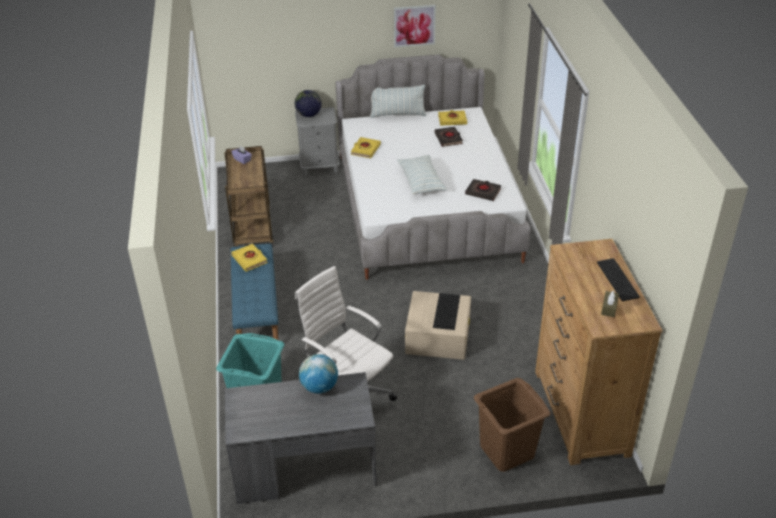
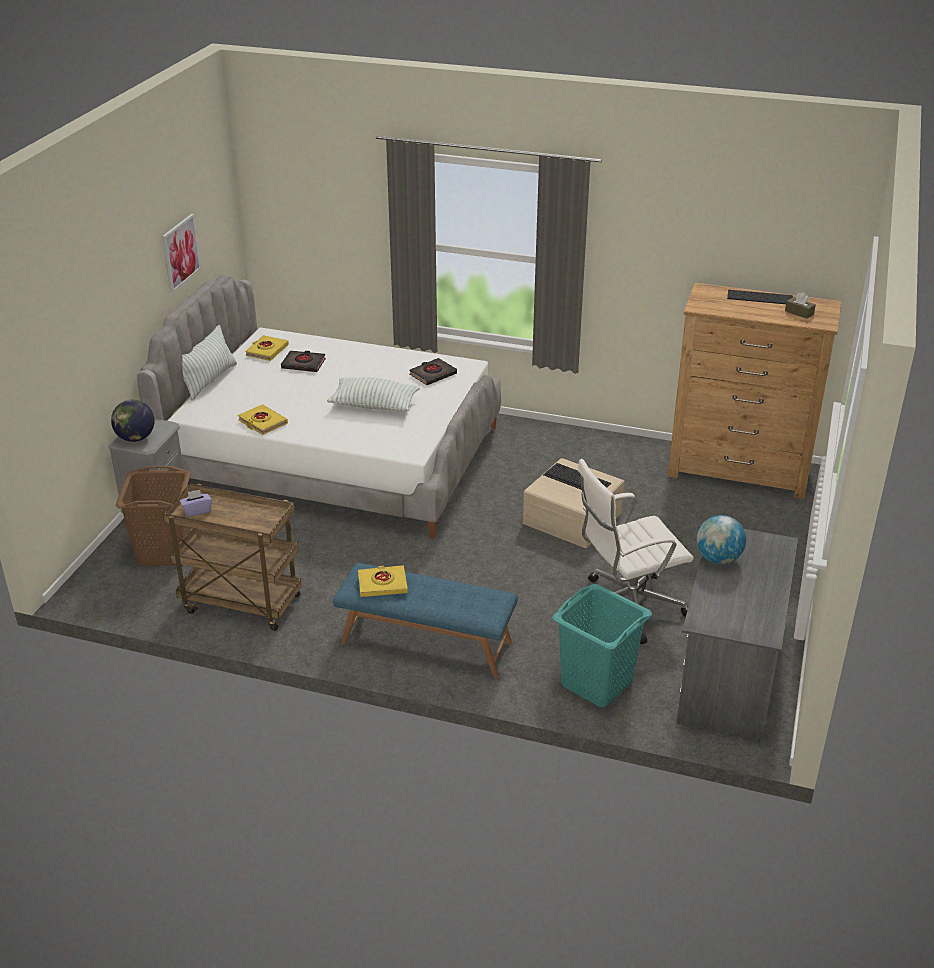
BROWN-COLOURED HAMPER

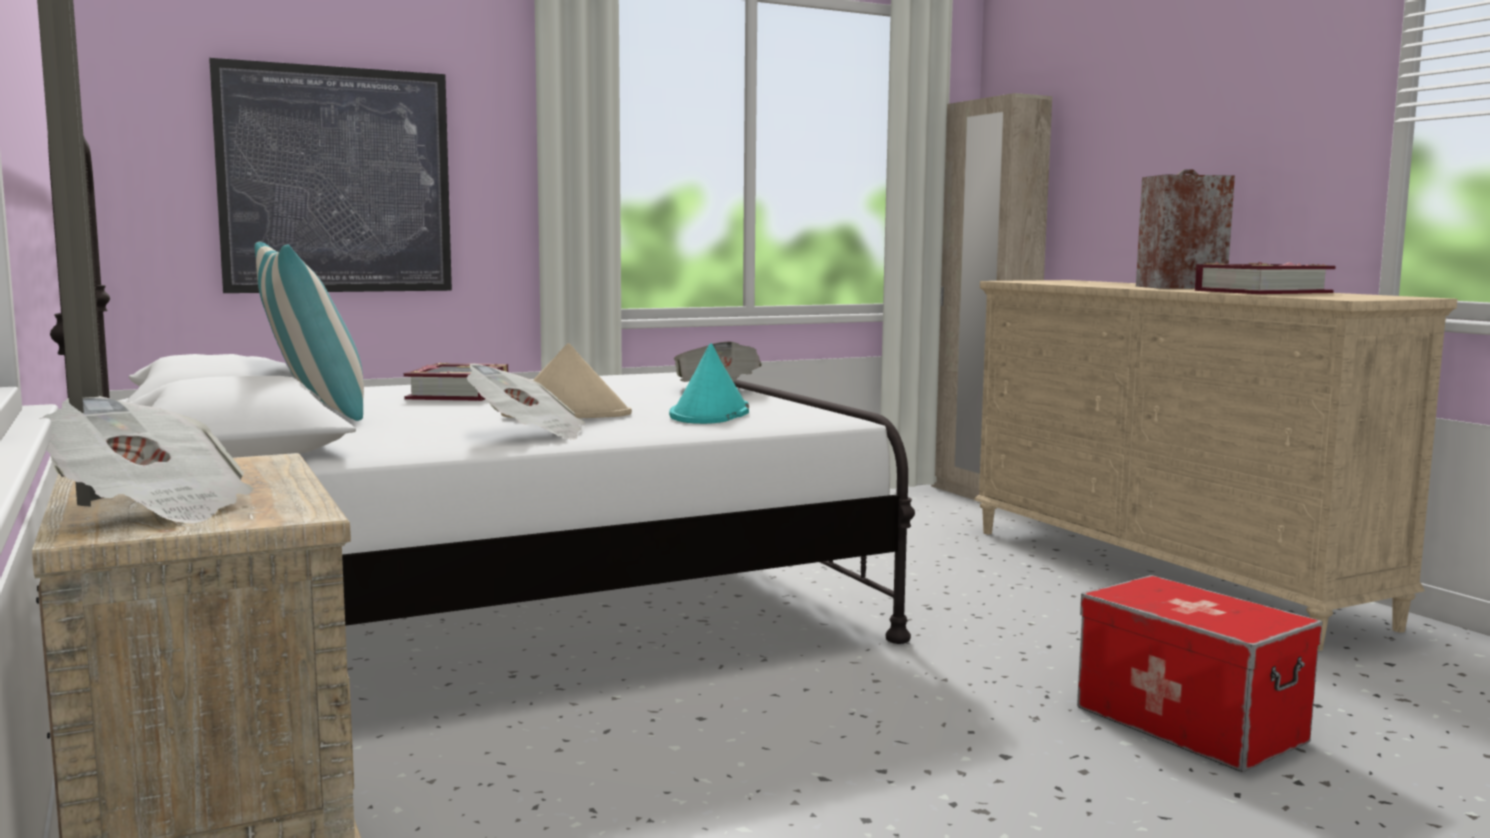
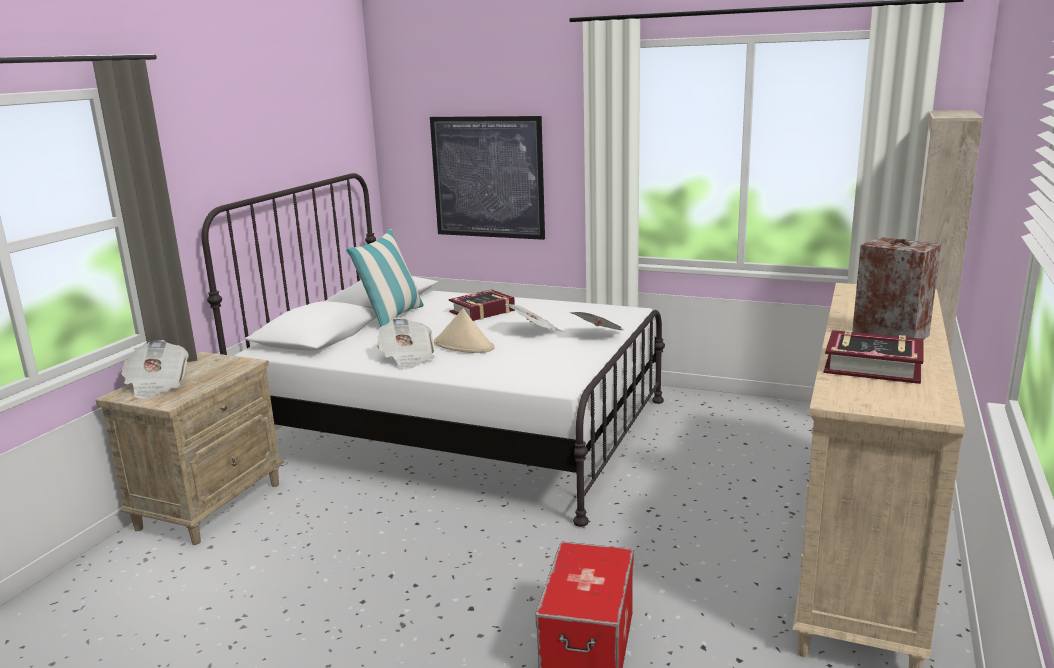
TURQUOISE WEARABLE HAT
DAILY PAPER (no. 3 from left)

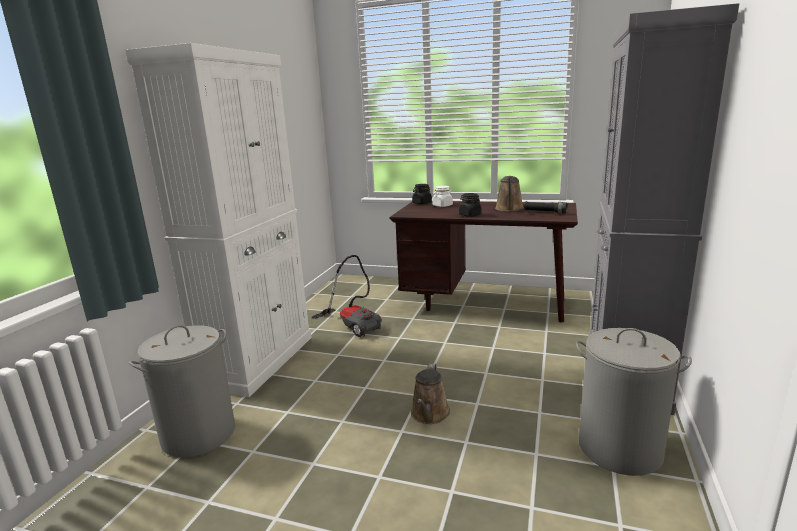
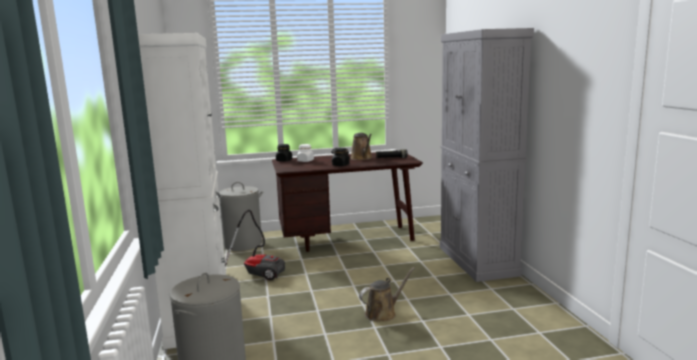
GRAY HAMPER (no. 2 from left)
BROWN-COLOURED WATERING CAN (no. 2 from left)

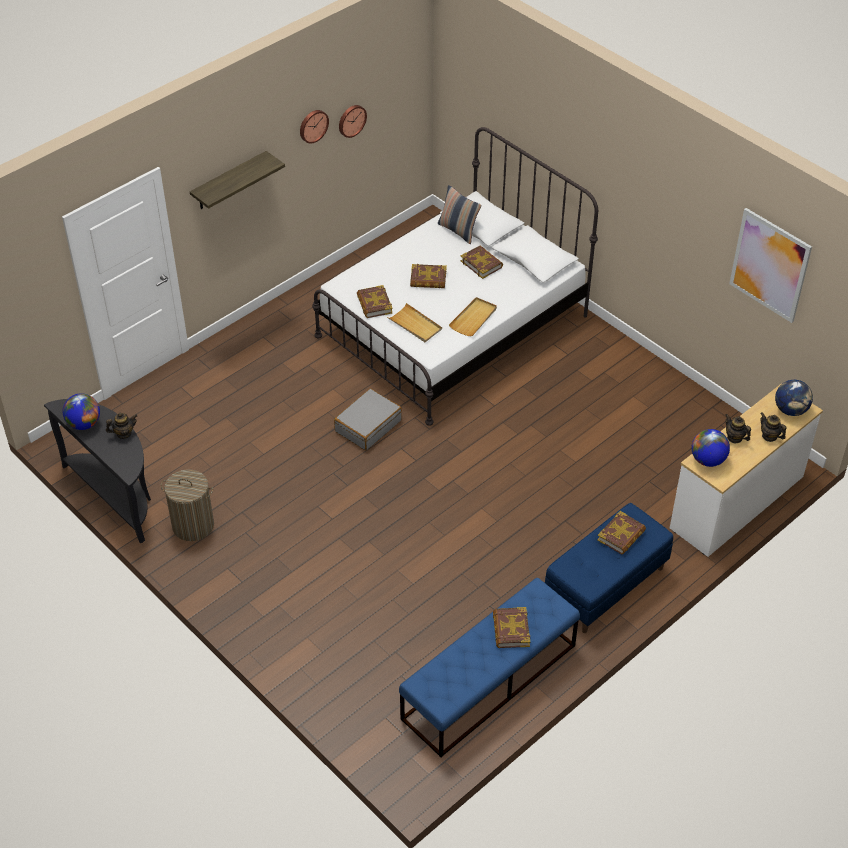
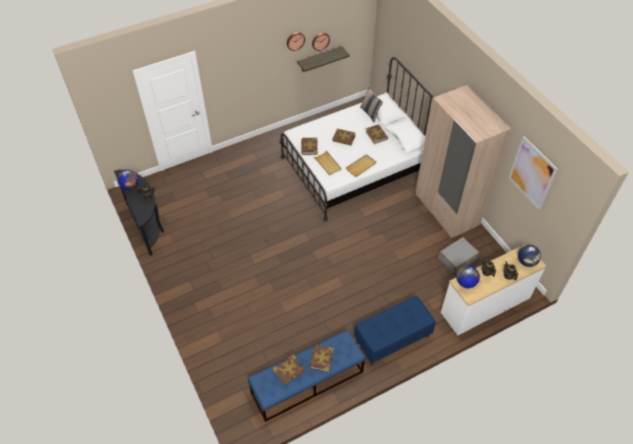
SHELF
GRAY PIECE OF LUGGAGE
HAMPER
BOOK (no. 1 from left)
SAND-COLOURED ARMOIRE

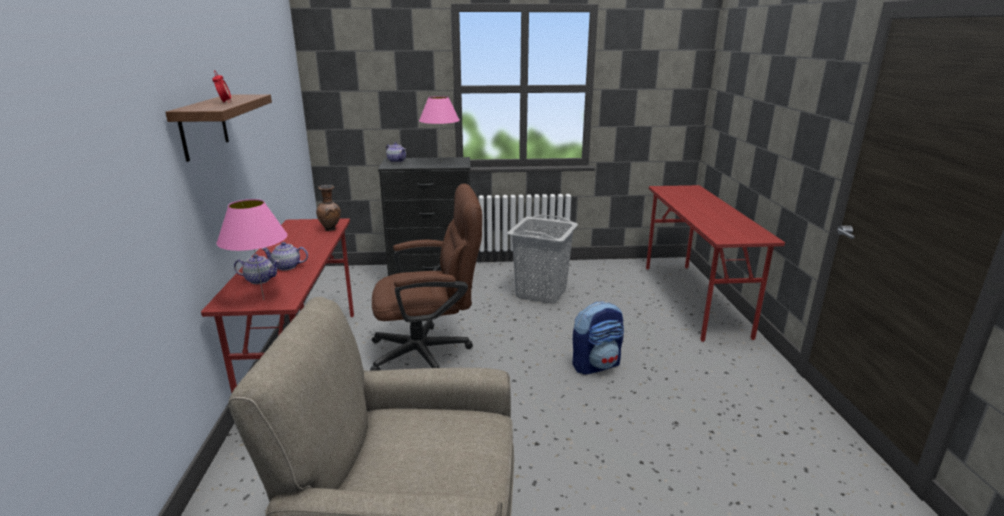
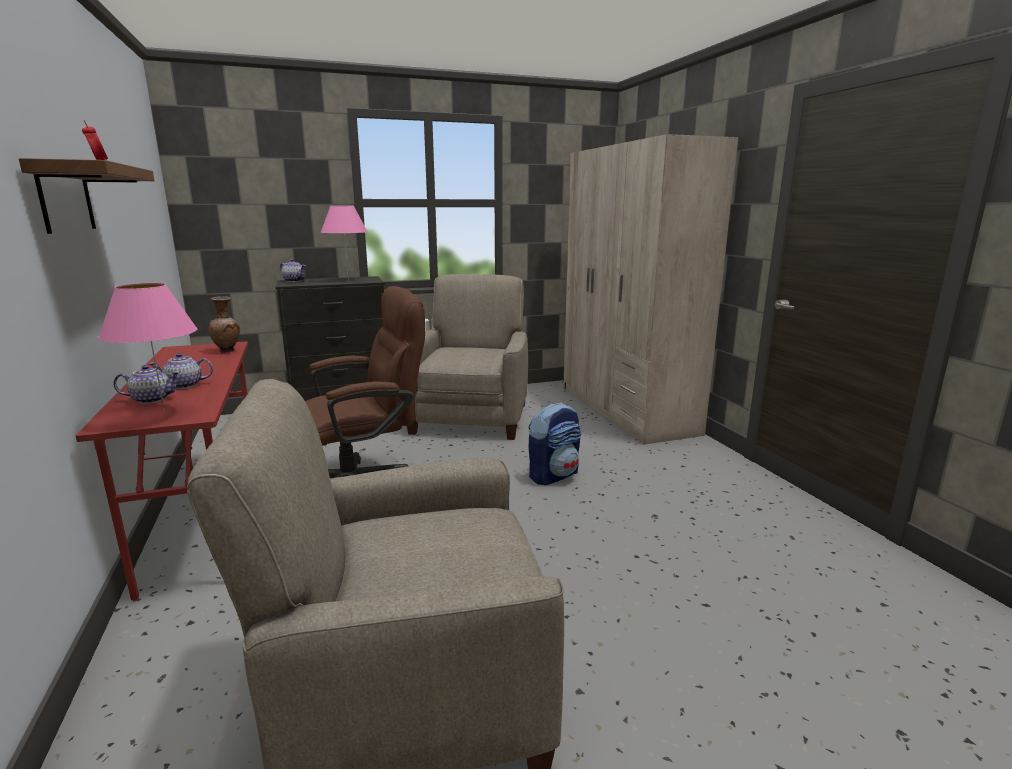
SAND-COLOURED ARMOIRE
SAND-COLOURED ARMCHAIR (no. 2 from left)

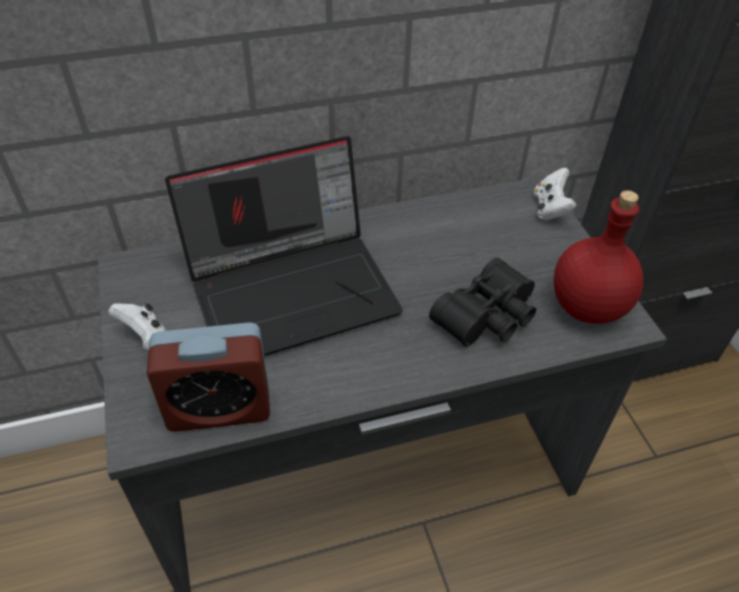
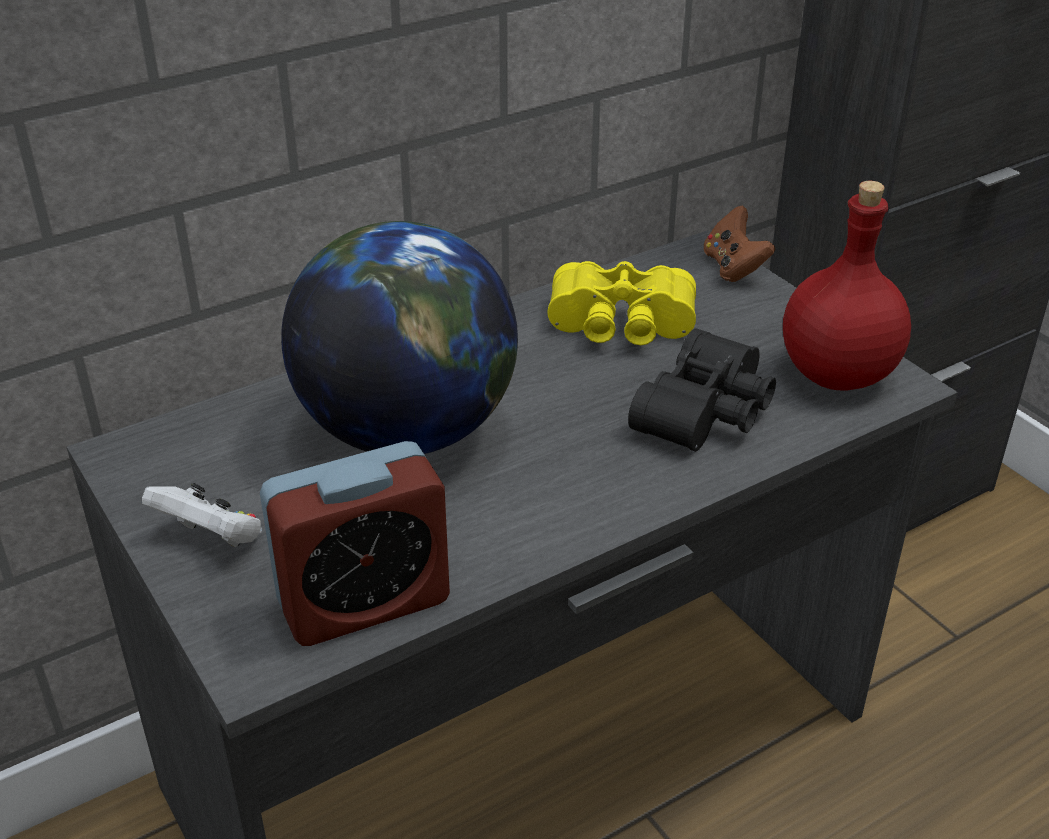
DESK GLOBE
BROWN-COLOURED GAME CONTROLLER
YELLOW-COLOURED BINOCULARS

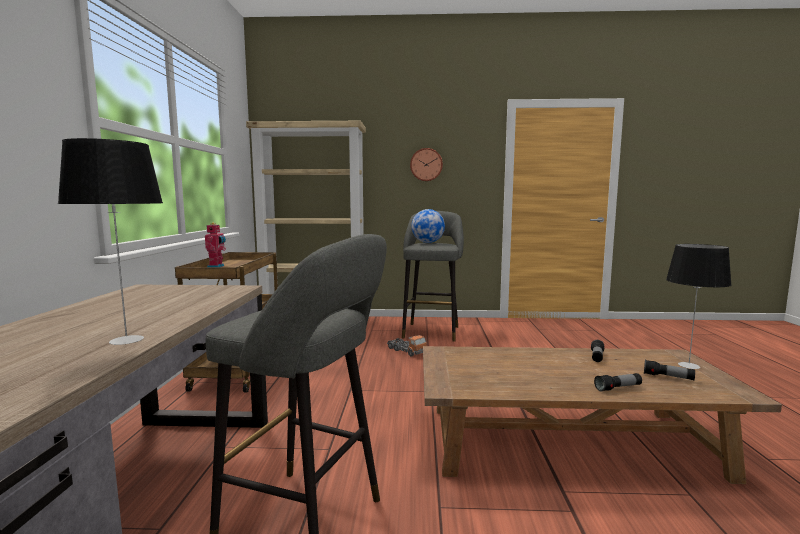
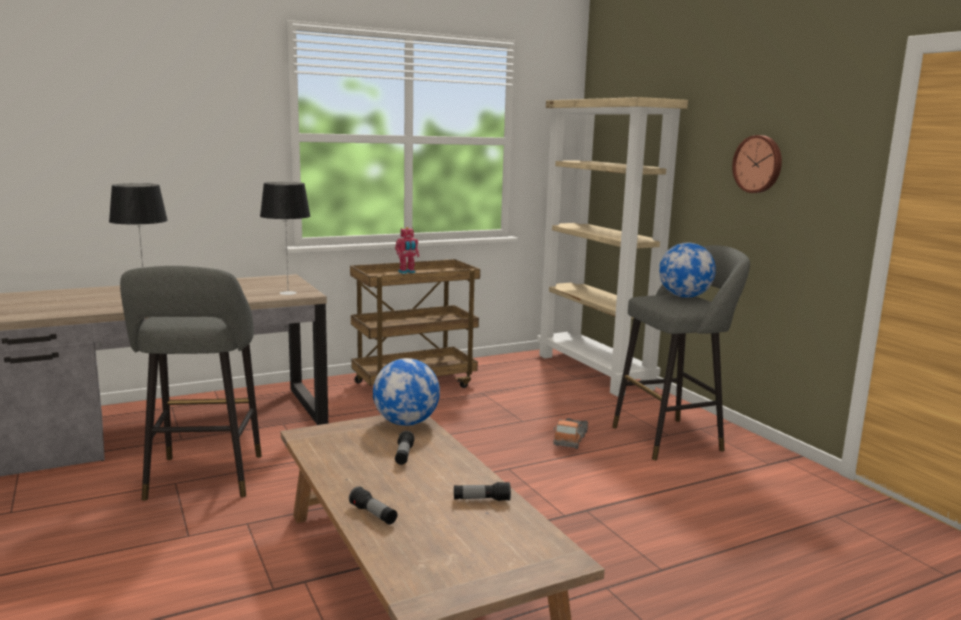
TABLETOP LAMP (no. 2 from left)
TORCH (no. 2 from left)
DESK GLOBE (no. 1 from left)

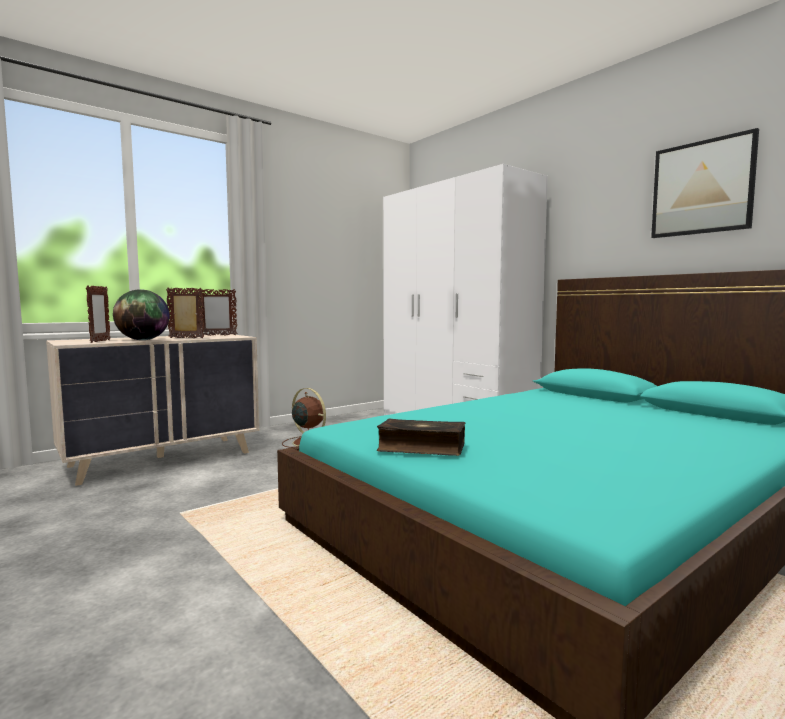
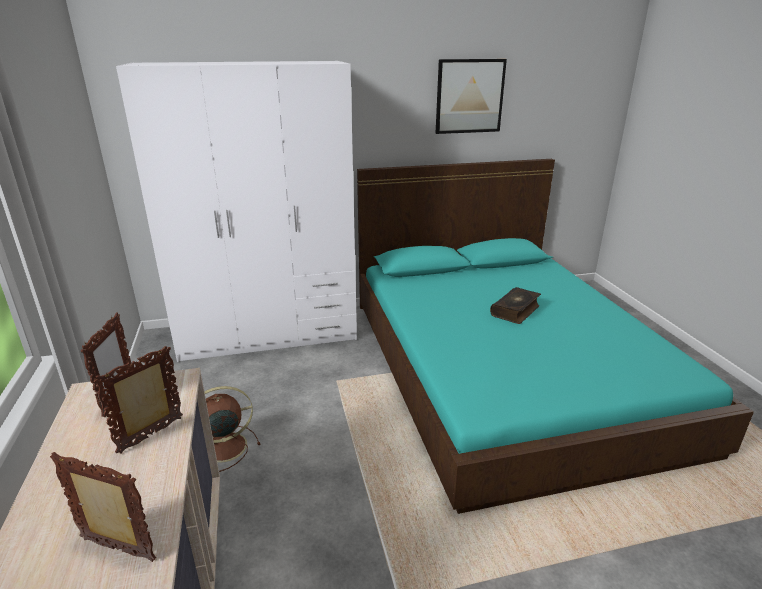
DESK GLOBE
BOOK

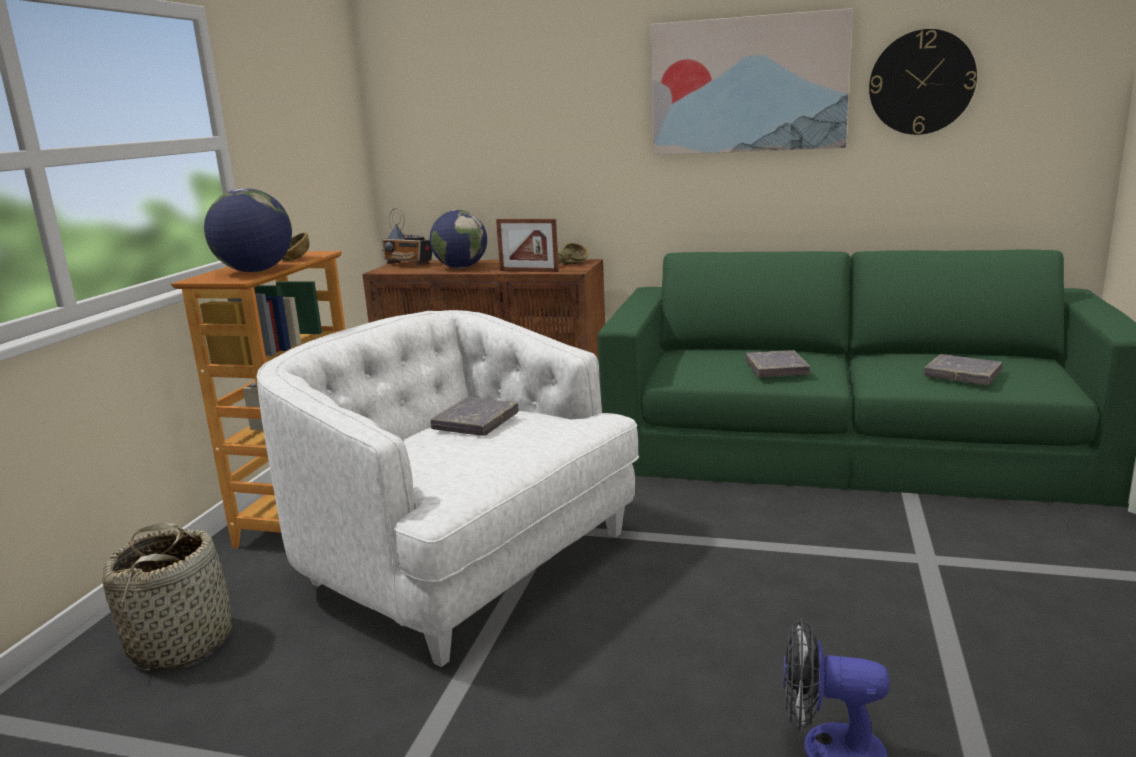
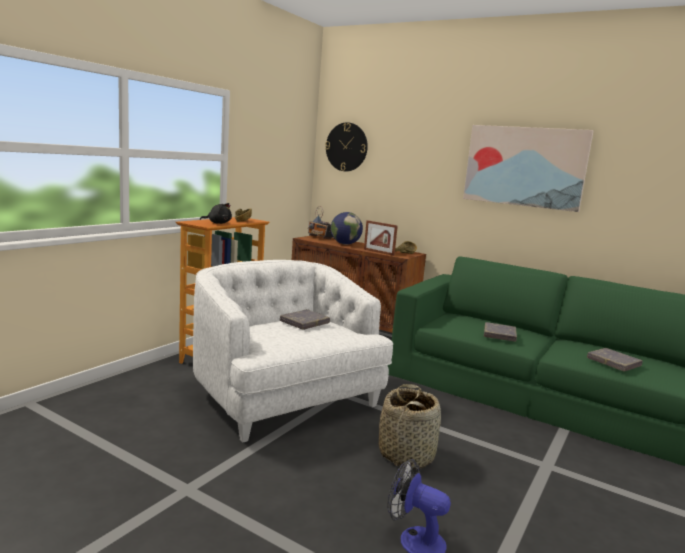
CLOCK ON THE WALL
BLACK SOFT TOY
HOUSEHOLD BASKET

